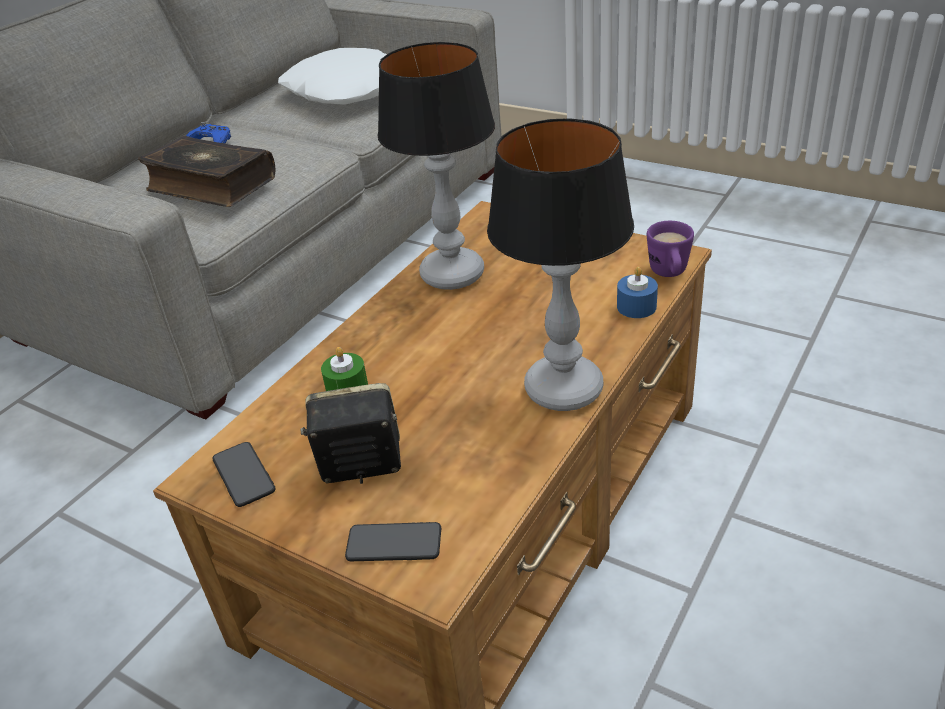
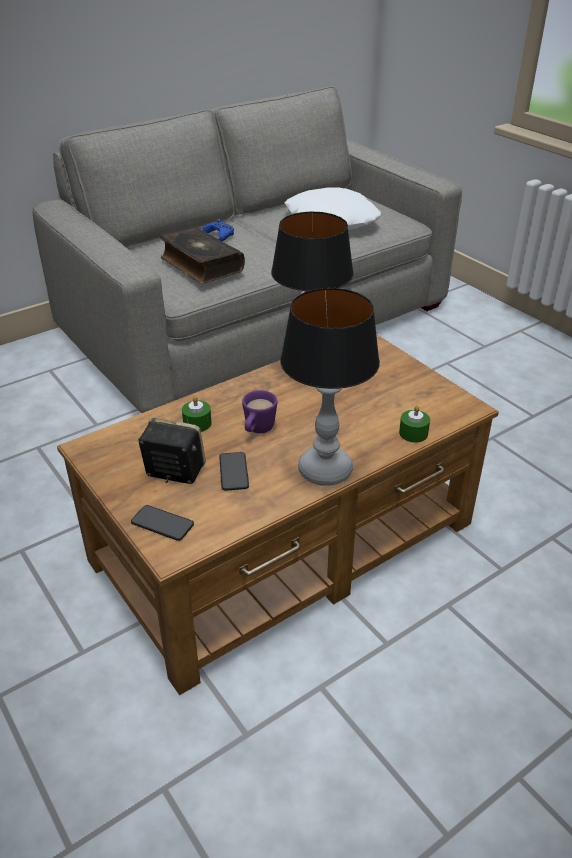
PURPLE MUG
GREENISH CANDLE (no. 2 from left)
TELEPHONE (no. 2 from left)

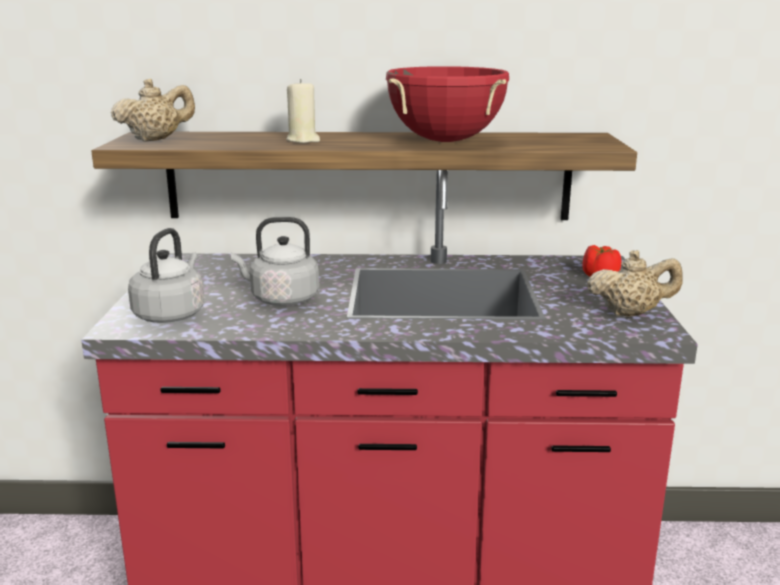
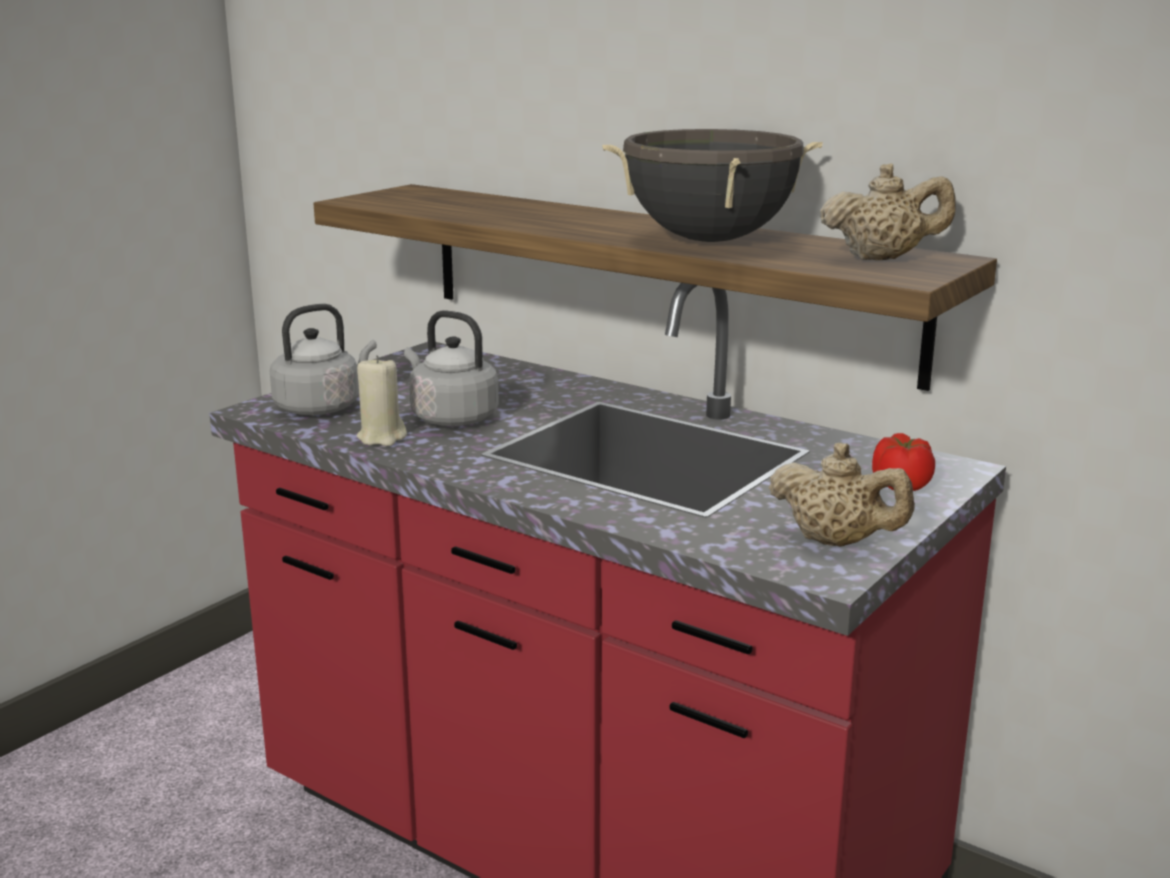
BLACK STOCKPOT
SAND-COLOURED TEA POT (no. 2 from left)
SAND-COLOURED CANDLE

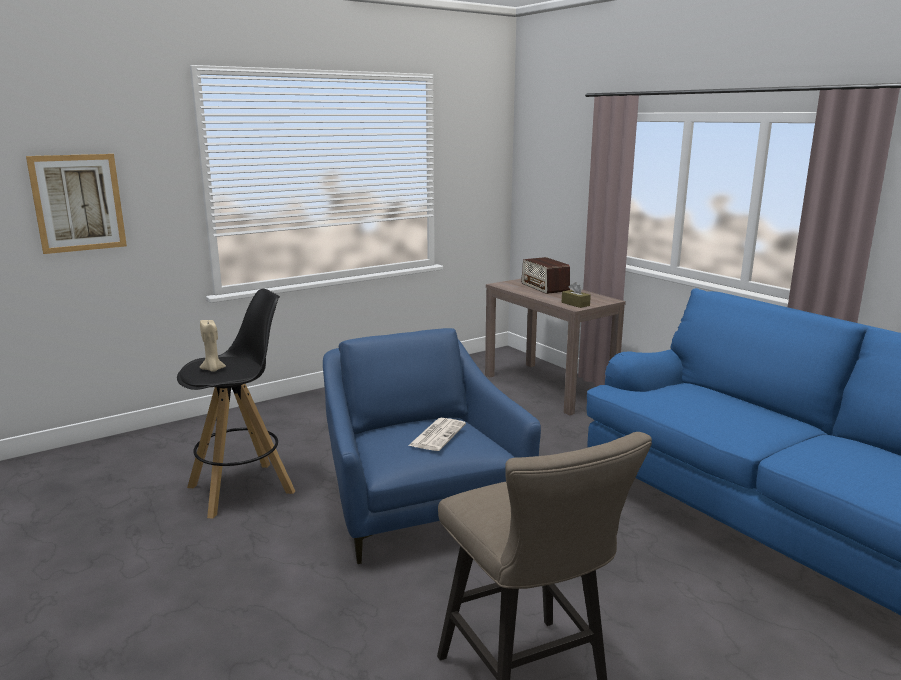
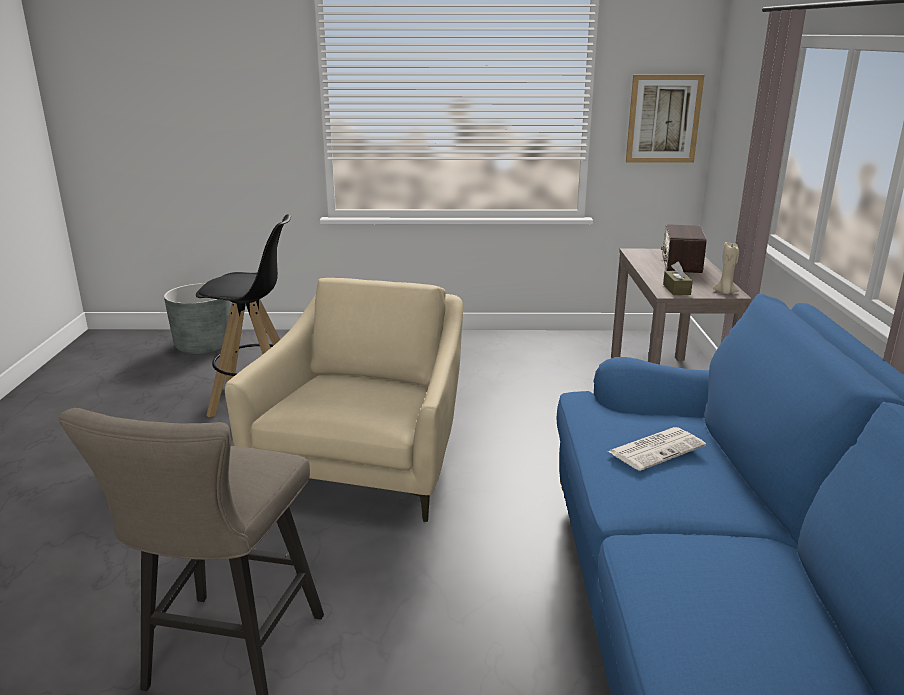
WALL ART
SAND-COLOURED CANDLE
SAND-COLOURED ARMCHAIR
DAILY PAPER
GRAY PLANTER

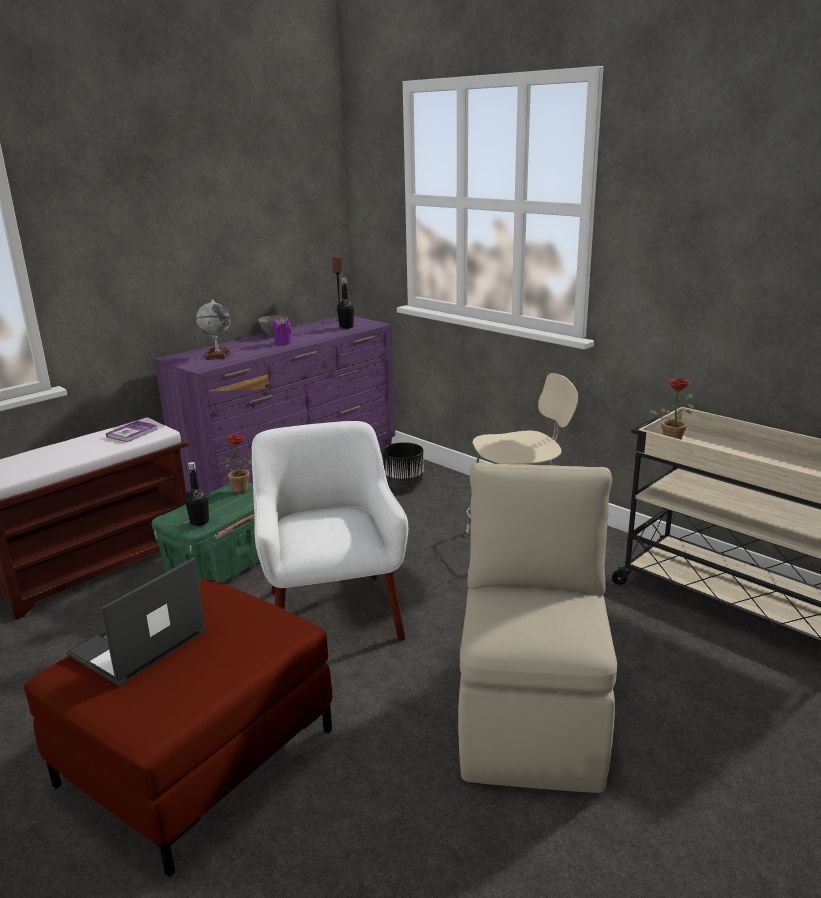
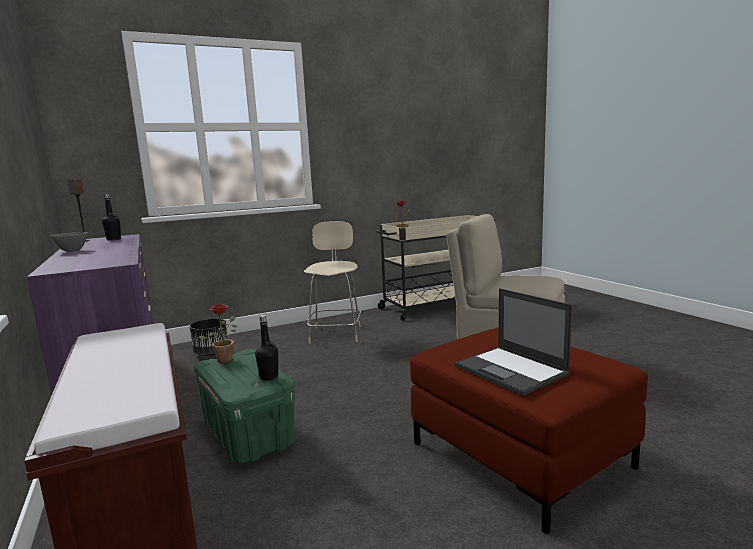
DESK GLOBE
PURPLE CANDLE
BOOK
WHITE ARMCHAIR

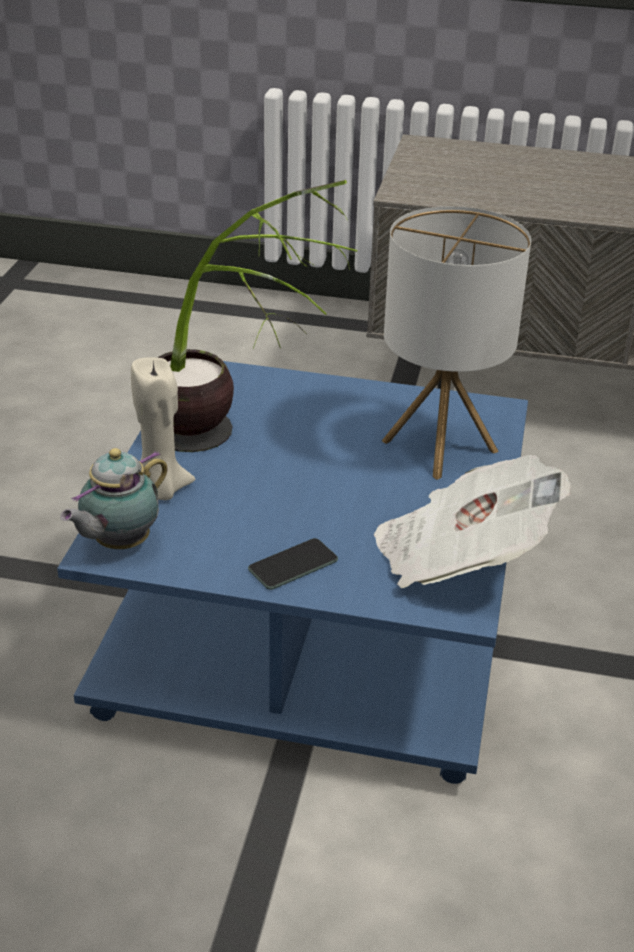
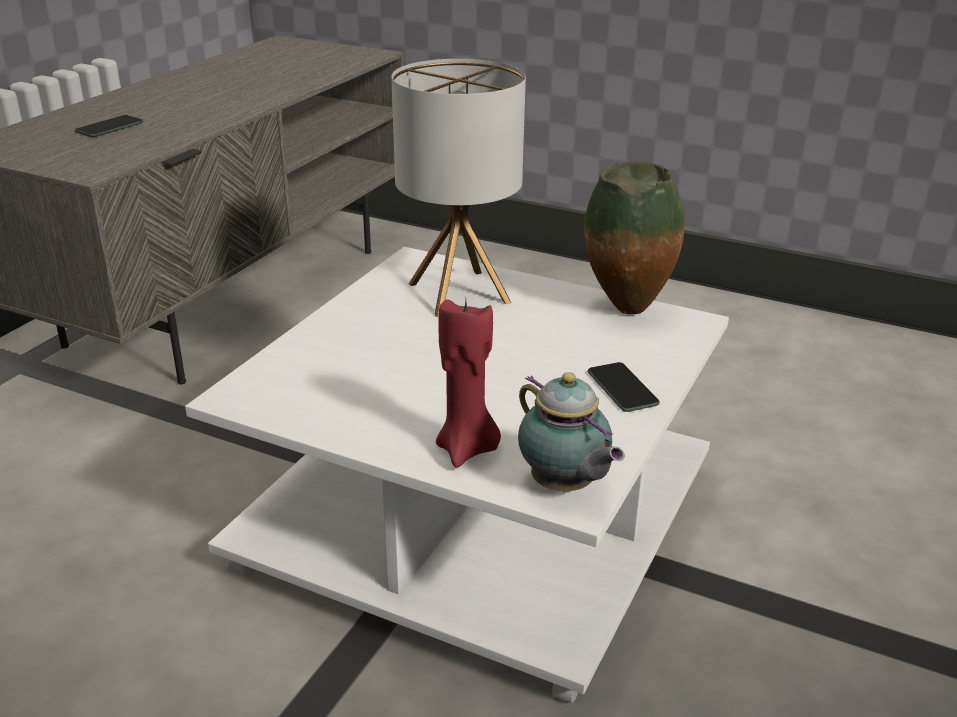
HOUSEPLANT
RED-COLOURED CANDLE
WHITE LOUNGE TABLE
FLOWER VASE
TELEPHONE (no. 1 from left)

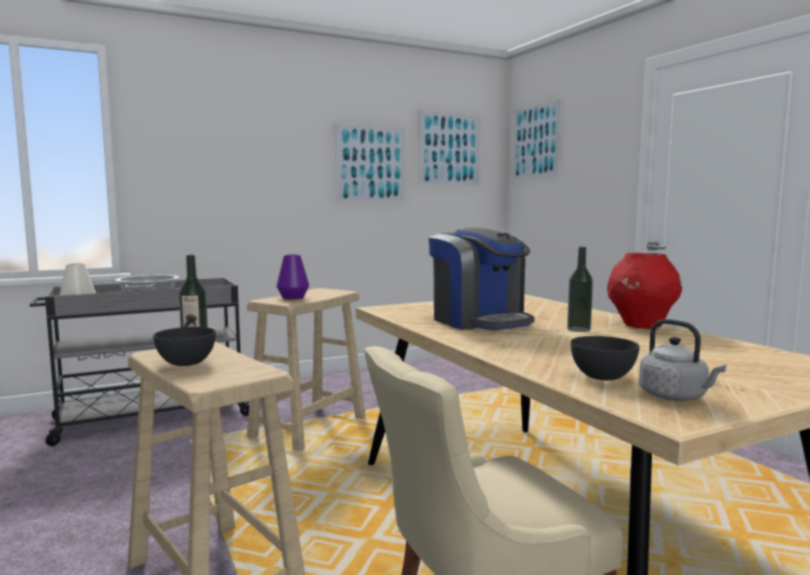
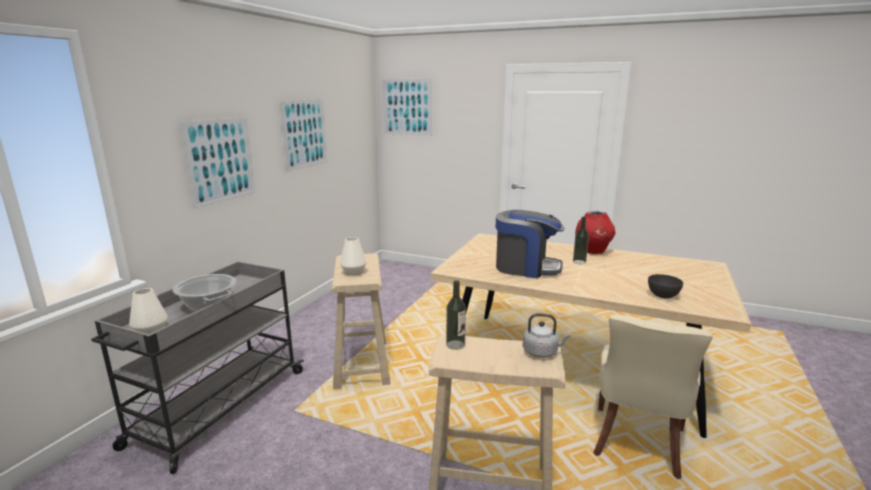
WALL ART (no. 1 from left)
WHITE FLOWER VASE (no. 2 from left)
GRAY TEA KETTLE
GRAY DEEP DISH (no. 1 from left in the first image)

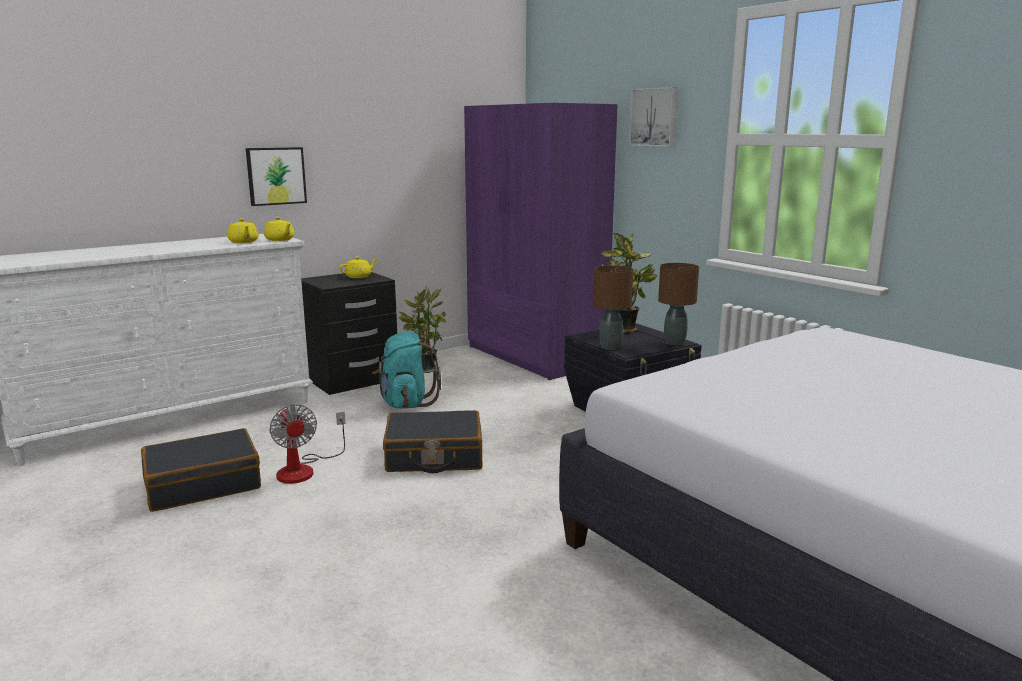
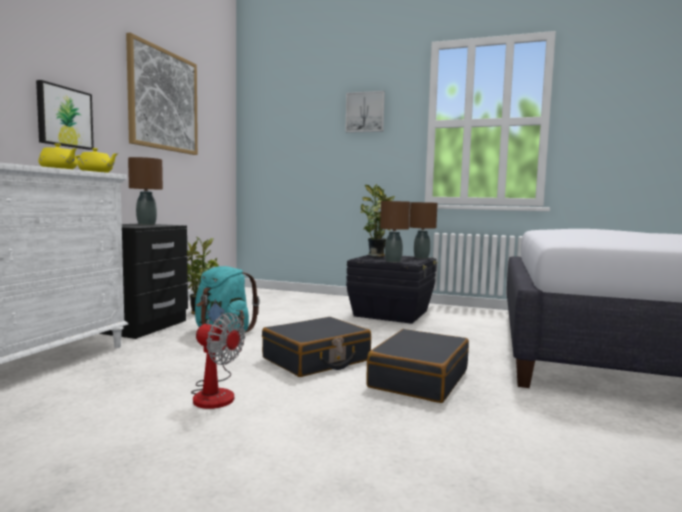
PURPLE ARMOIRE
BROWN-COLOURED TABLETOP LAMP (no. 1 from left)
BLACK PIECE OF LUGGAGE (no. 2 from left)
WALL ART (no. 2 from left)

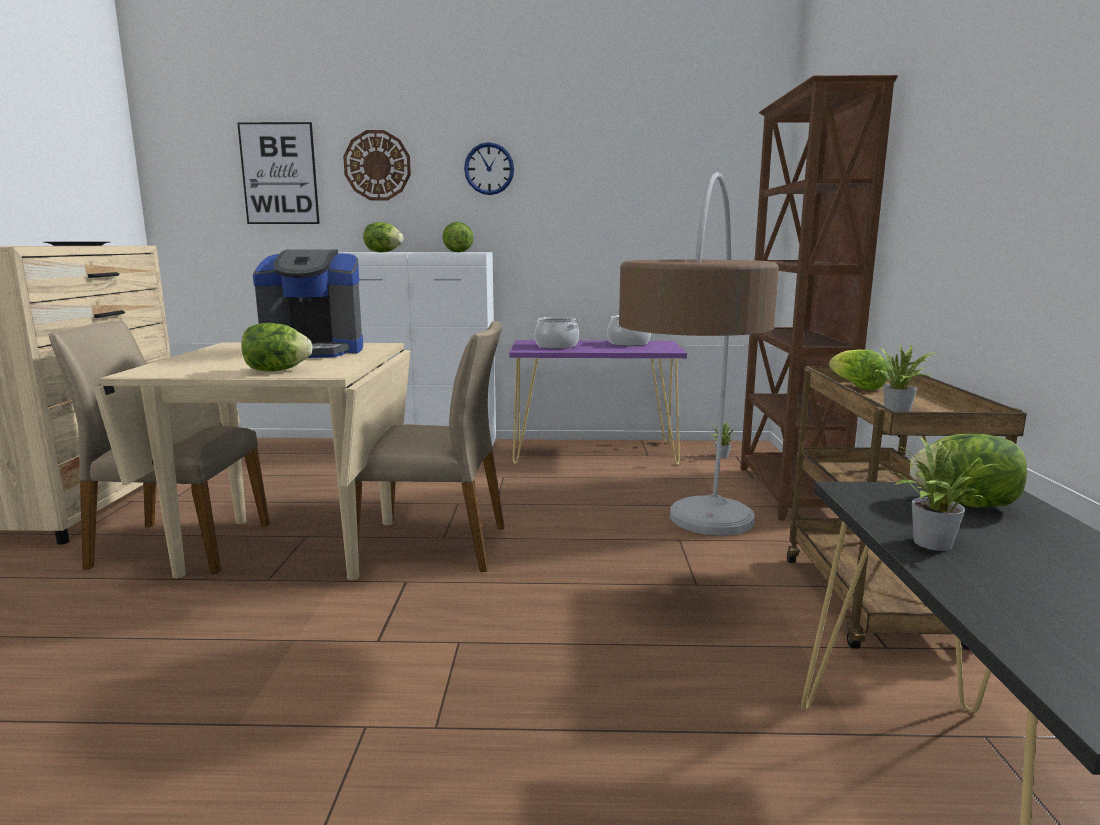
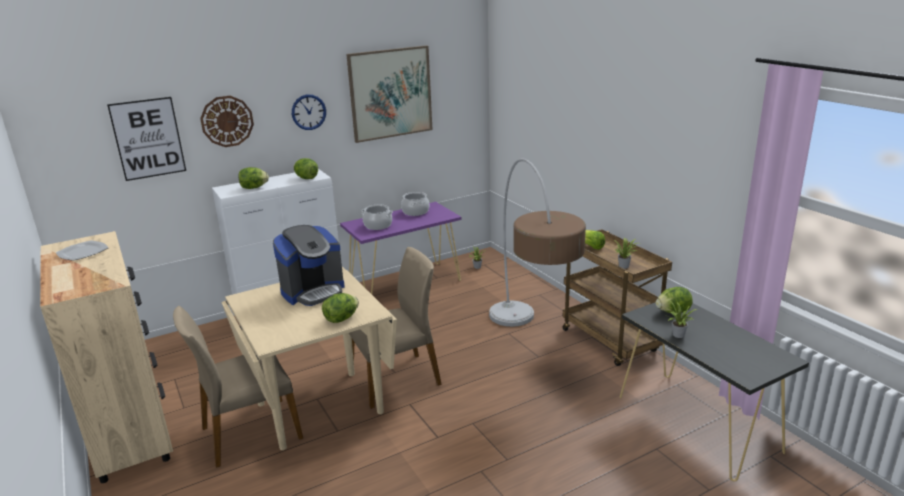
BROWN-COLOURED BOOKSHELF
WALL ART (no. 2 from left)

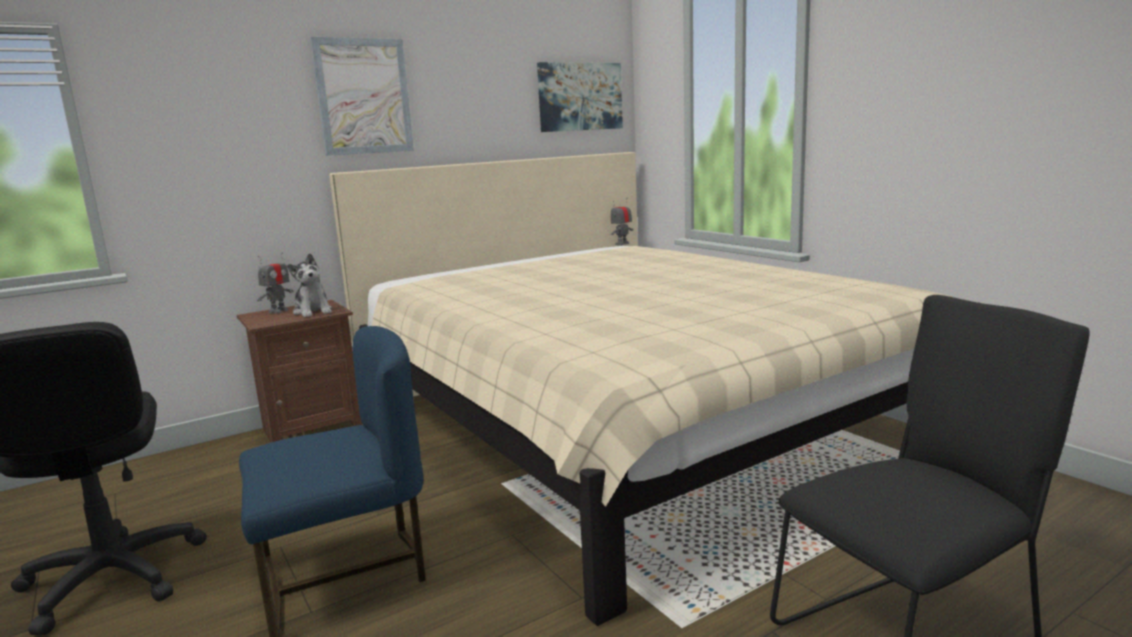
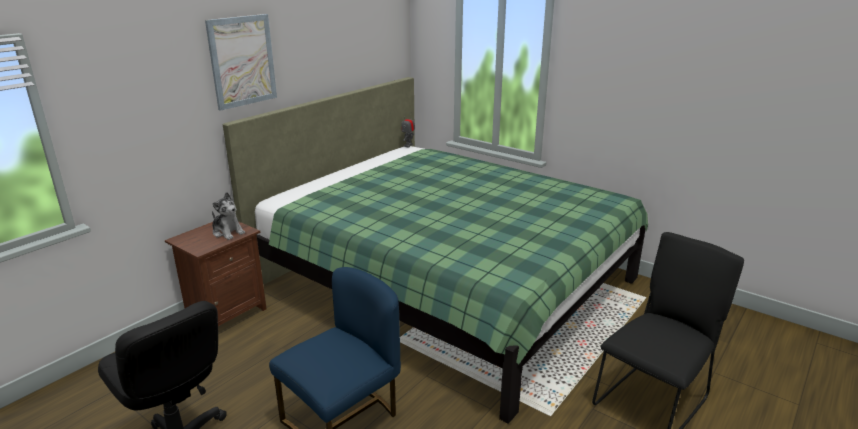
WALL ART (no. 2 from left in the first image)
GREENISH SLEEPING BED
TOY ROBOT (no. 1 from left in the first image)

